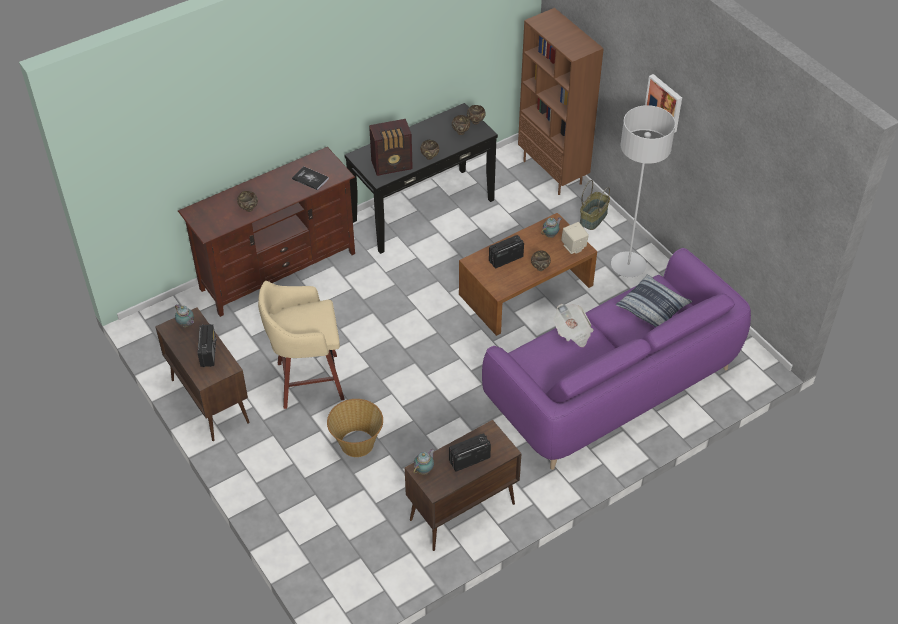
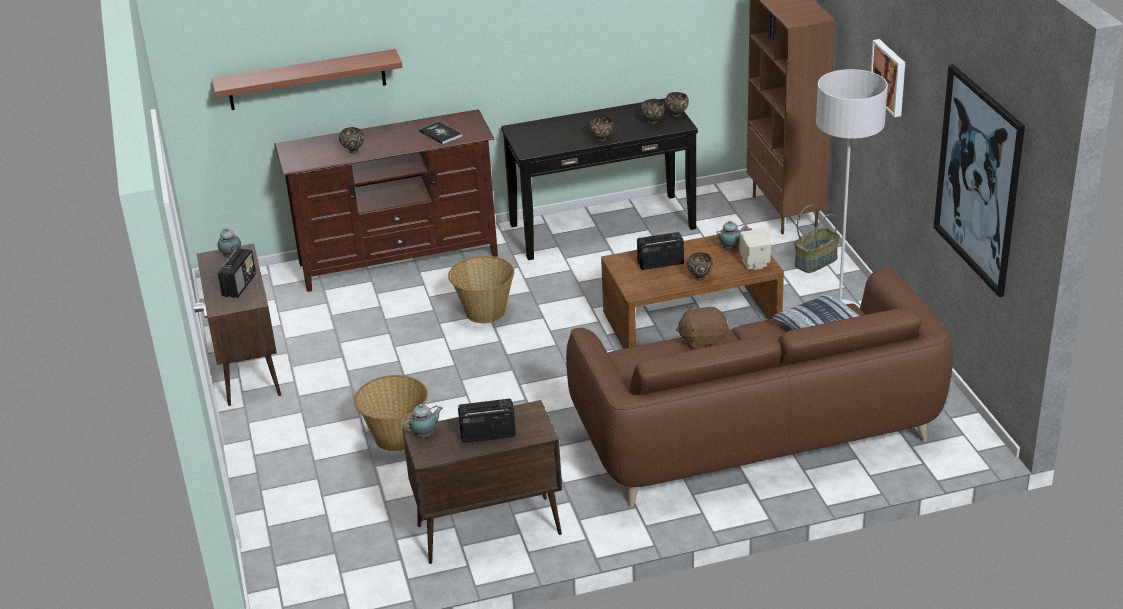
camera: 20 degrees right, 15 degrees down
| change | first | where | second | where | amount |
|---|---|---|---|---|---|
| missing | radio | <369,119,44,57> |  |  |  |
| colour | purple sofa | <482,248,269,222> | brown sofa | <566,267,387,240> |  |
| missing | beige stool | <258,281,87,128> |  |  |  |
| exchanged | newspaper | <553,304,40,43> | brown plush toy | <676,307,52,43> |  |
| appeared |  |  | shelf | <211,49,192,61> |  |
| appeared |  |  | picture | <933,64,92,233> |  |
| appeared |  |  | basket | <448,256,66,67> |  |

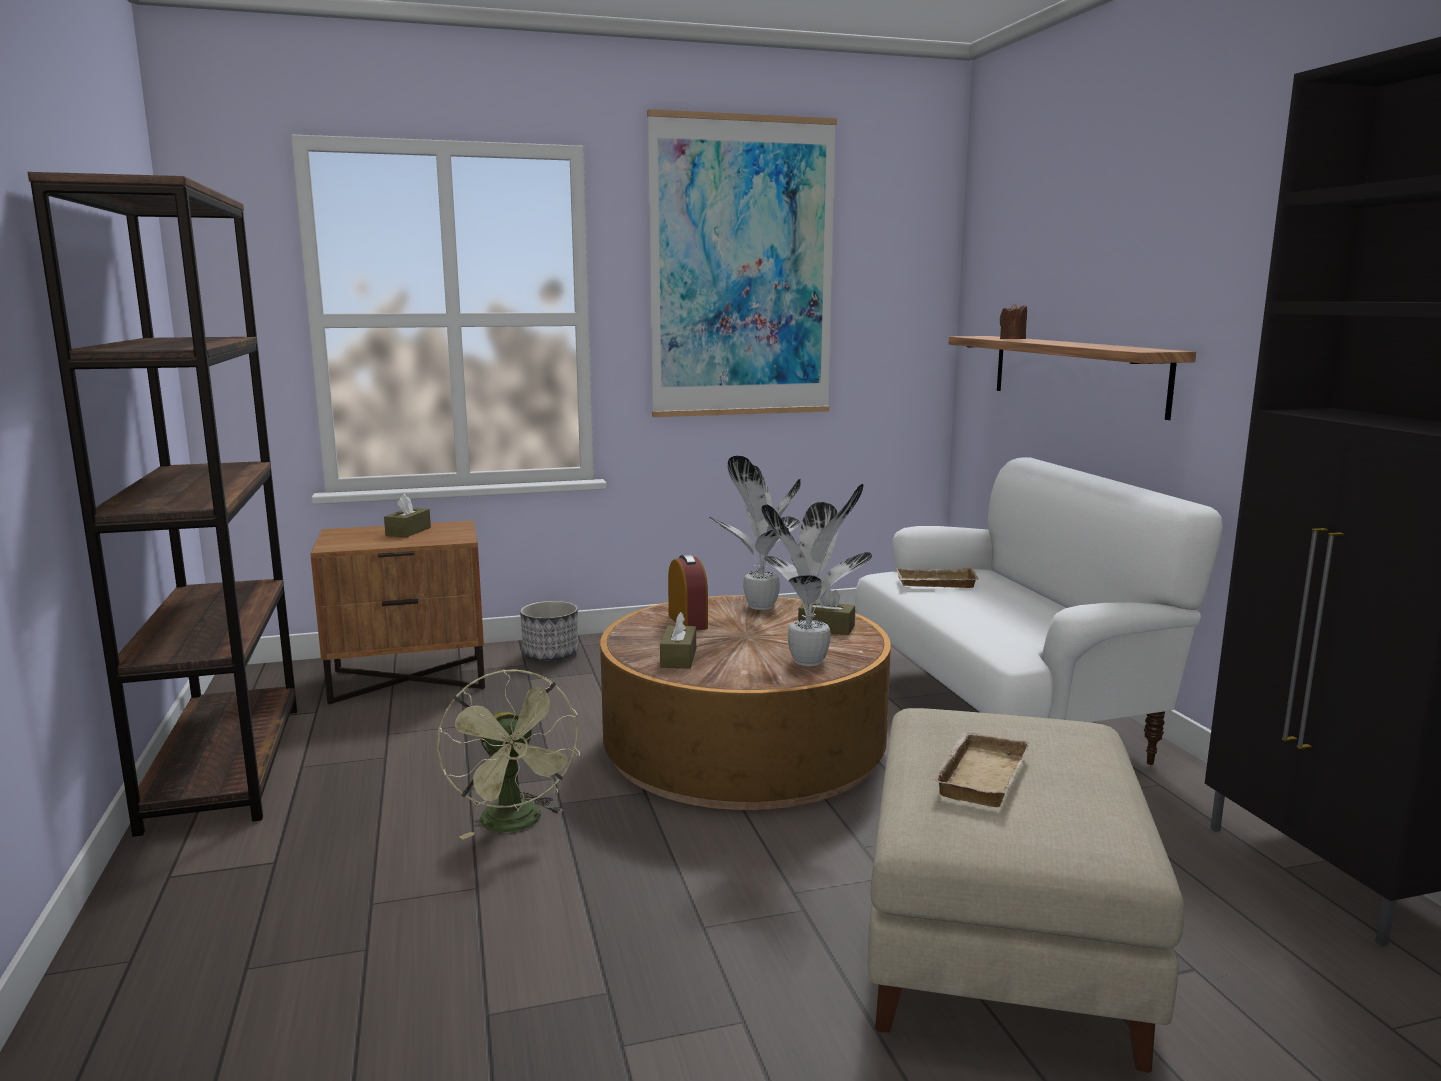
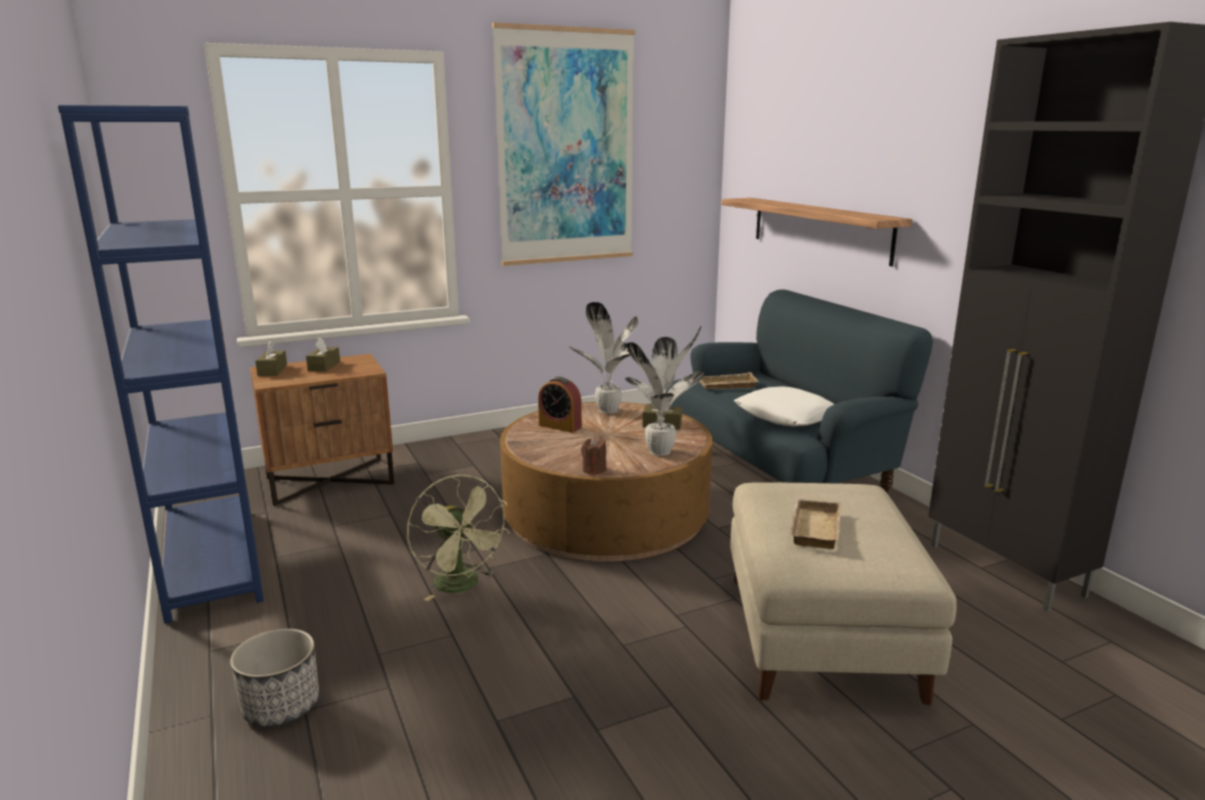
camera: 10 degrees left, 5 degrees up
| change | first | where | second | where | amount |
|---|---|---|---|---|---|
| colour | brown bookcase | <27,172,270,665> | blue bookcase | <58,105,206,519> |  |
| relocated | brown candle | <1000,303,27,36> |  | <581,437,26,38> |  |
| colour | white sofa | <855,457,368,309> | blue sofa | <666,290,267,204> |  |
| spun | alarm clock | <668,554,40,77> |  | <538,377,44,56> | 150 degrees clockwise |
| relocated | planter | <520,601,58,59> |  | <230,628,89,99> |  |
| relocated | brown tissue box | <660,612,36,57> |  | <255,341,32,35> |  |
| appeared |  |  | white pillow | <734,386,100,40> |  |

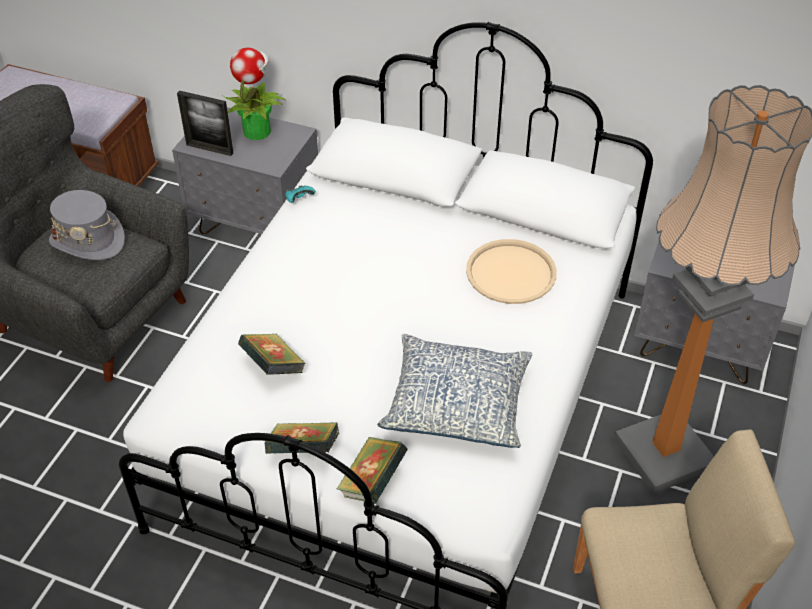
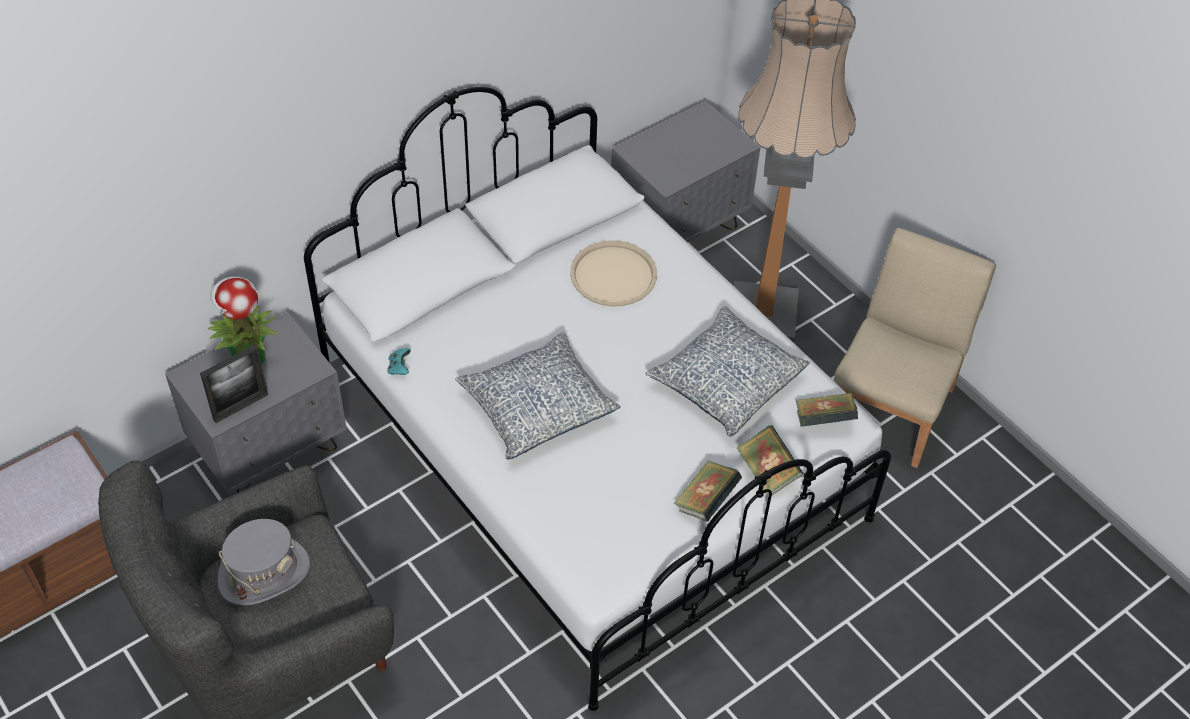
camera: 60 degrees left, 5 degrees up
| change | first | where | second | where | amount |
|---|---|---|---|---|---|
| relocated | book | <238,334,68,41> |  | <796,393,62,34> |  |
| appeared |  |  | pillow | <455,332,166,127> |  |

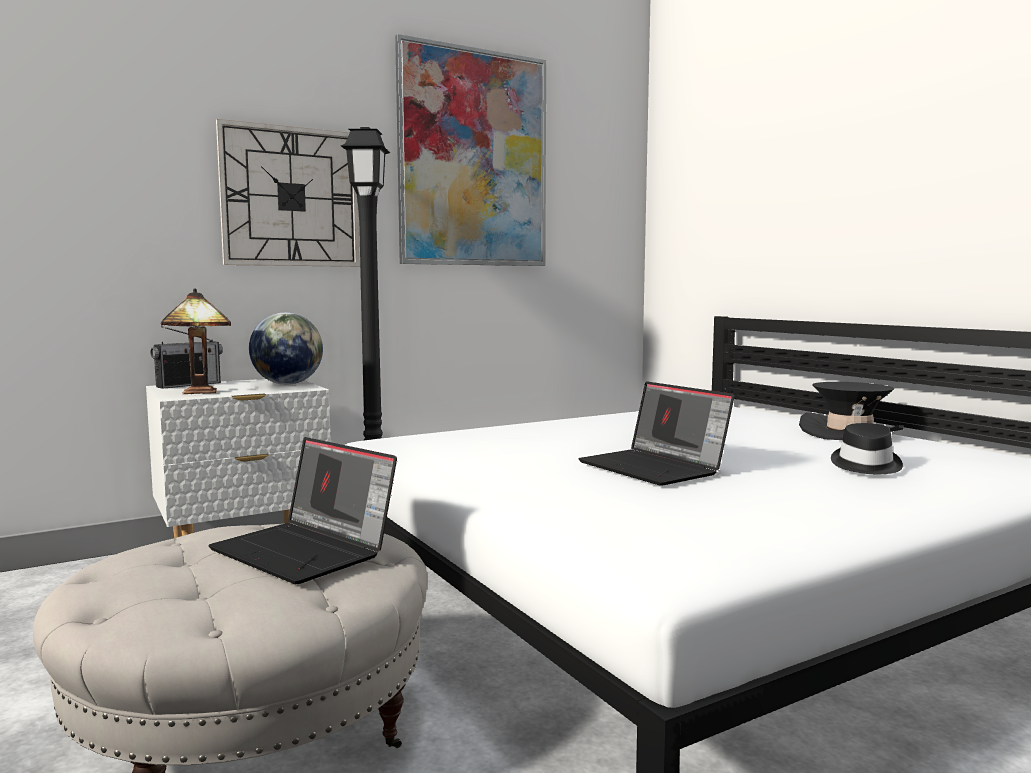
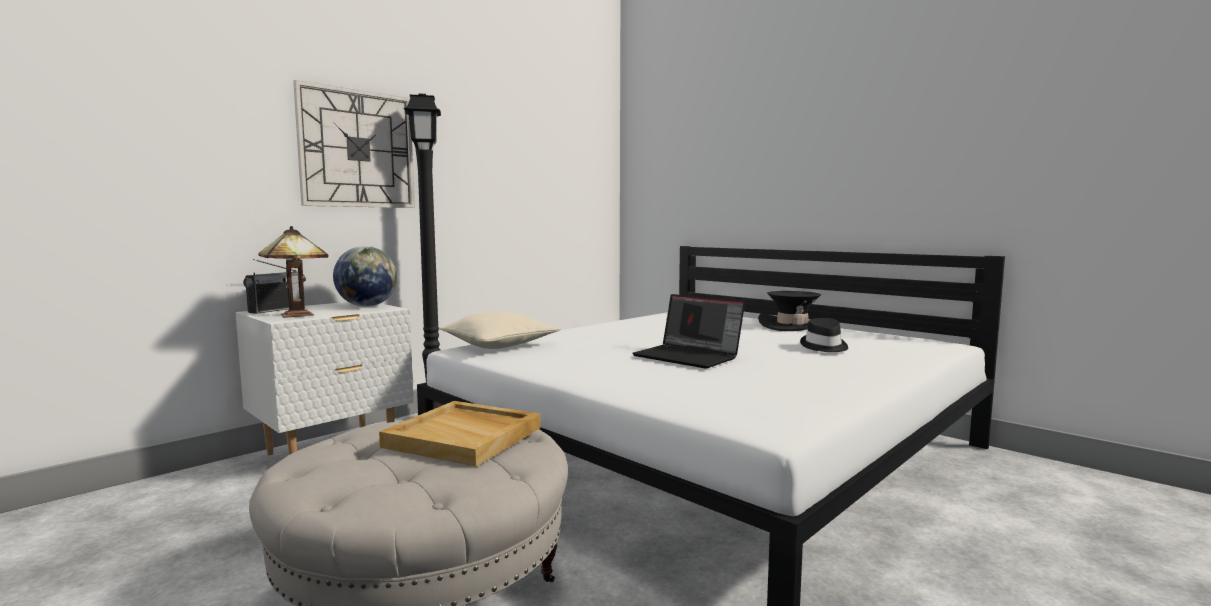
camera: 15 degrees left, 0 degrees up
| change | first | where | second | where | amount |
|---|---|---|---|---|---|
| missing | picture | <395,34,151,232> |  |  |  |
| exchanged | laptop | <208,437,189,147> | beige tray | <379,401,162,66> |  |
| appeared |  |  | beige pillow | <439,312,122,37> |  |

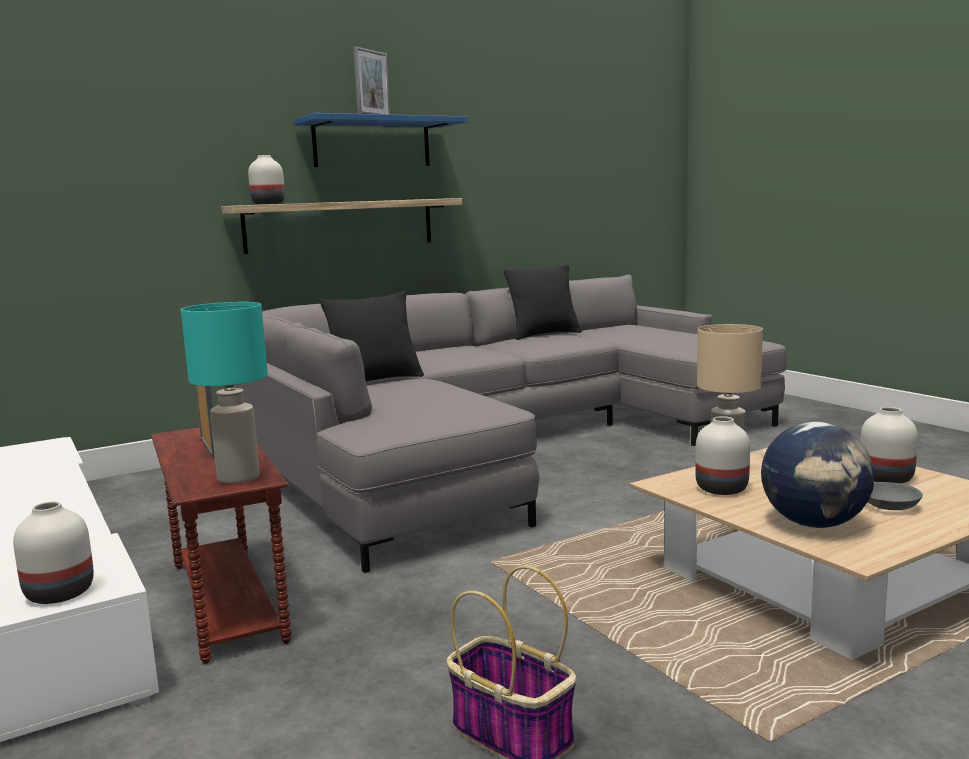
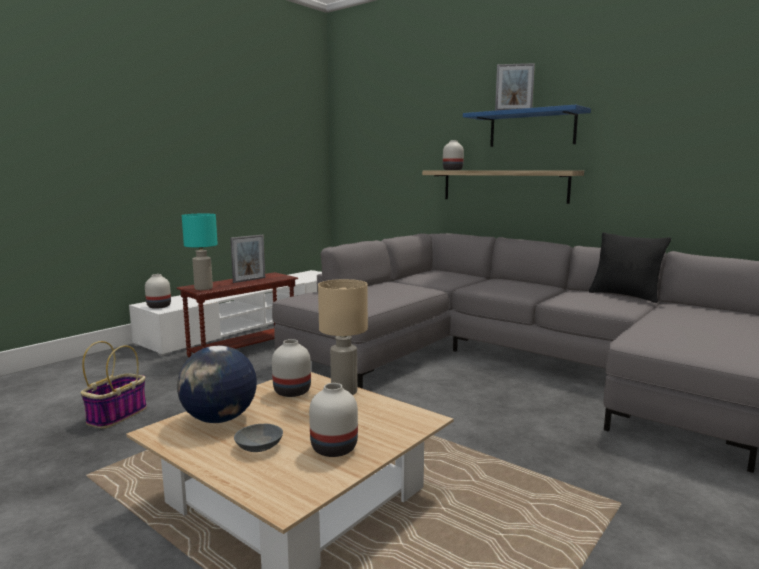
camera: 70 degrees right, 0 degrees up
| change | first | where | second | where | amount |
|---|---|---|---|---|---|
| missing | black pillow | <320,291,104,90> |  |  |  |

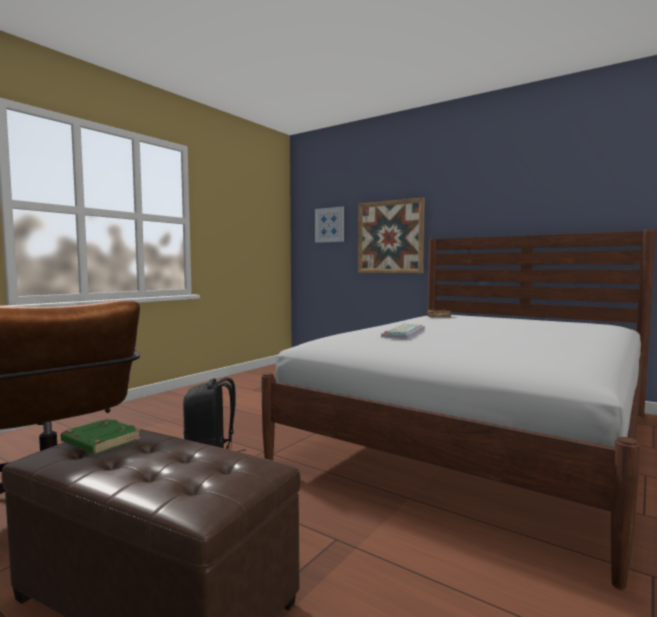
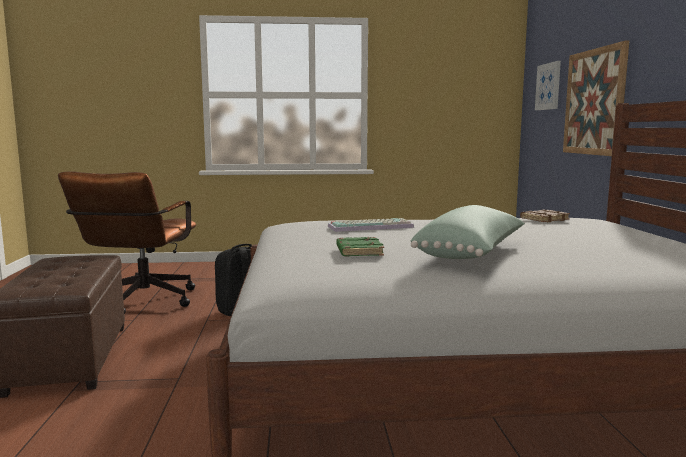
camera: 50 degrees right, 5 degrees up
| change | first | where | second | where | amount |
|---|---|---|---|---|---|
| relocated | green book | <60,419,81,35> |  | <336,237,48,19> |  |
| appeared |  |  | green pillow | <411,205,114,54> |  |

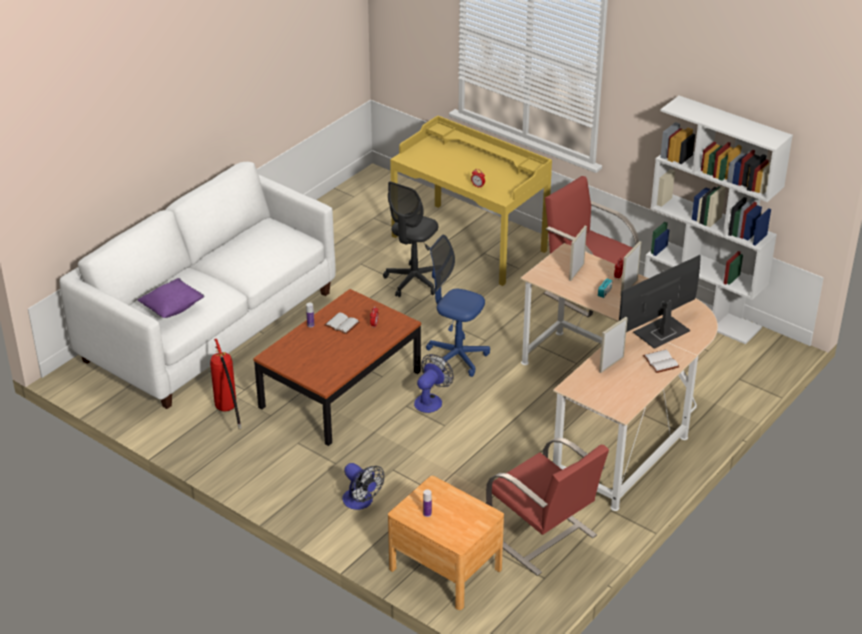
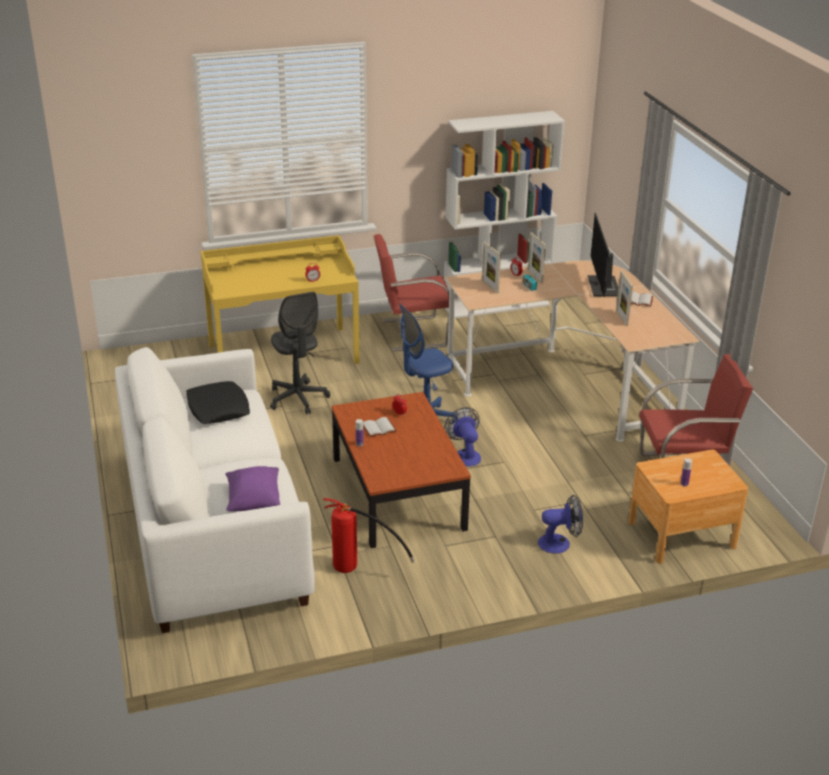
camera: 55 degrees left, 5 degrees down
| change | first | where | second | where | amount |
|---|---|---|---|---|---|
| appeared |  |  | black pillow | <186,381,64,43> |  |

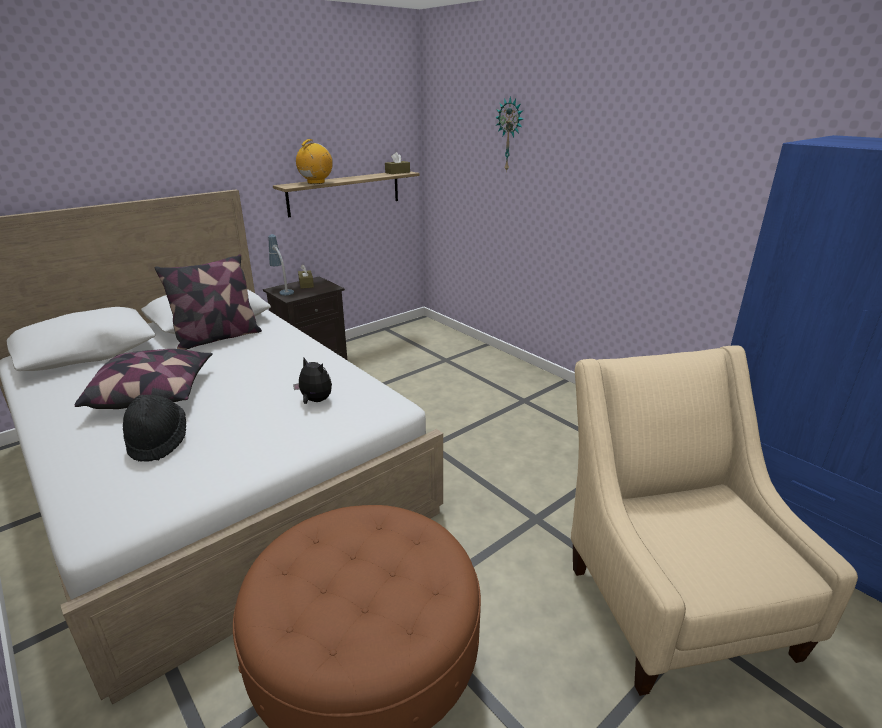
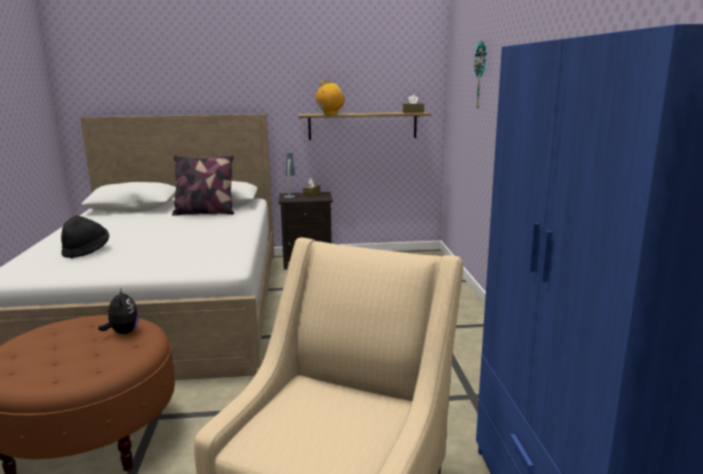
camera: 35 degrees right, 10 degrees down
| change | first | where | second | where | amount |
|---|---|---|---|---|---|
| missing | pillow | <75,349,138,60> |  |  |  |
| relocated | plush toy | <293,358,39,46> |  | <98,287,41,47> |  |

